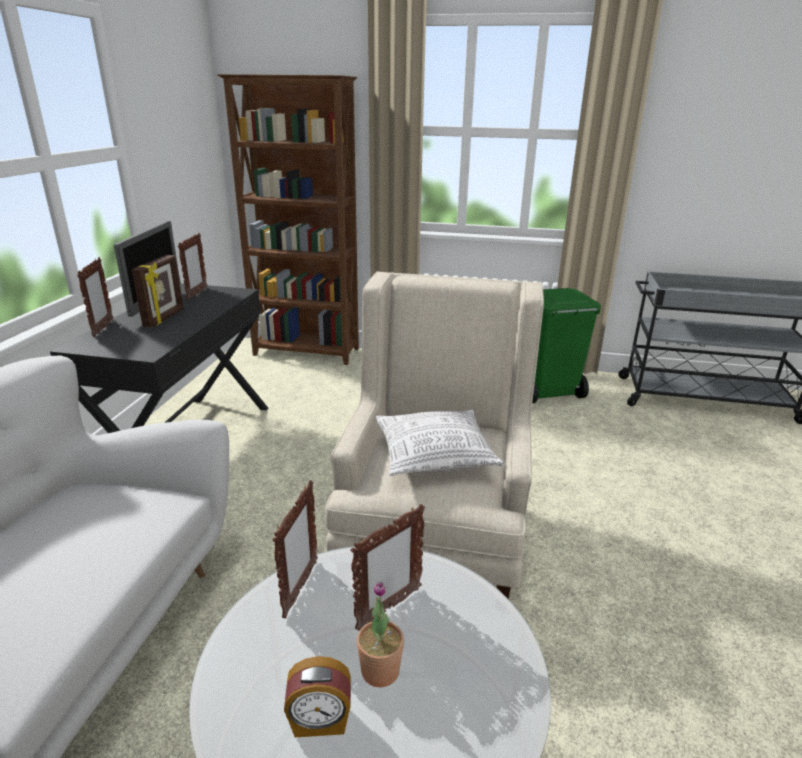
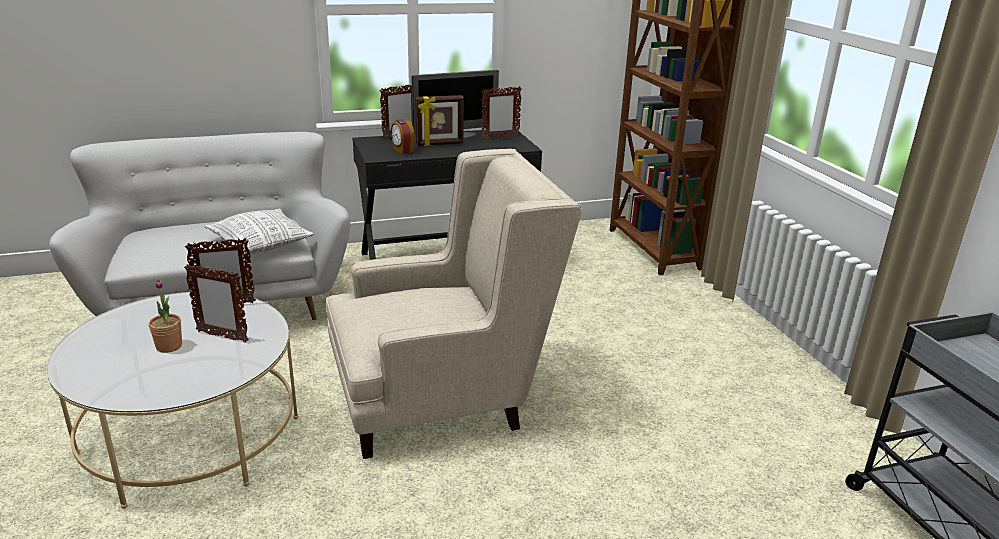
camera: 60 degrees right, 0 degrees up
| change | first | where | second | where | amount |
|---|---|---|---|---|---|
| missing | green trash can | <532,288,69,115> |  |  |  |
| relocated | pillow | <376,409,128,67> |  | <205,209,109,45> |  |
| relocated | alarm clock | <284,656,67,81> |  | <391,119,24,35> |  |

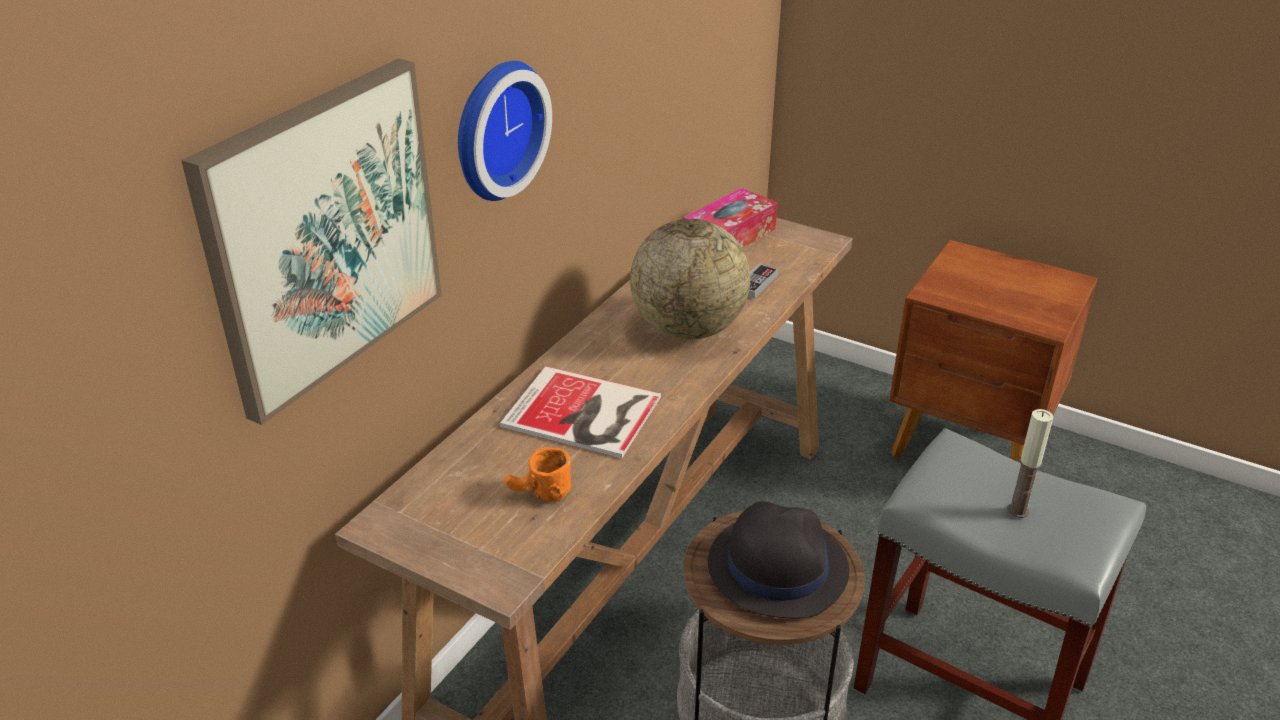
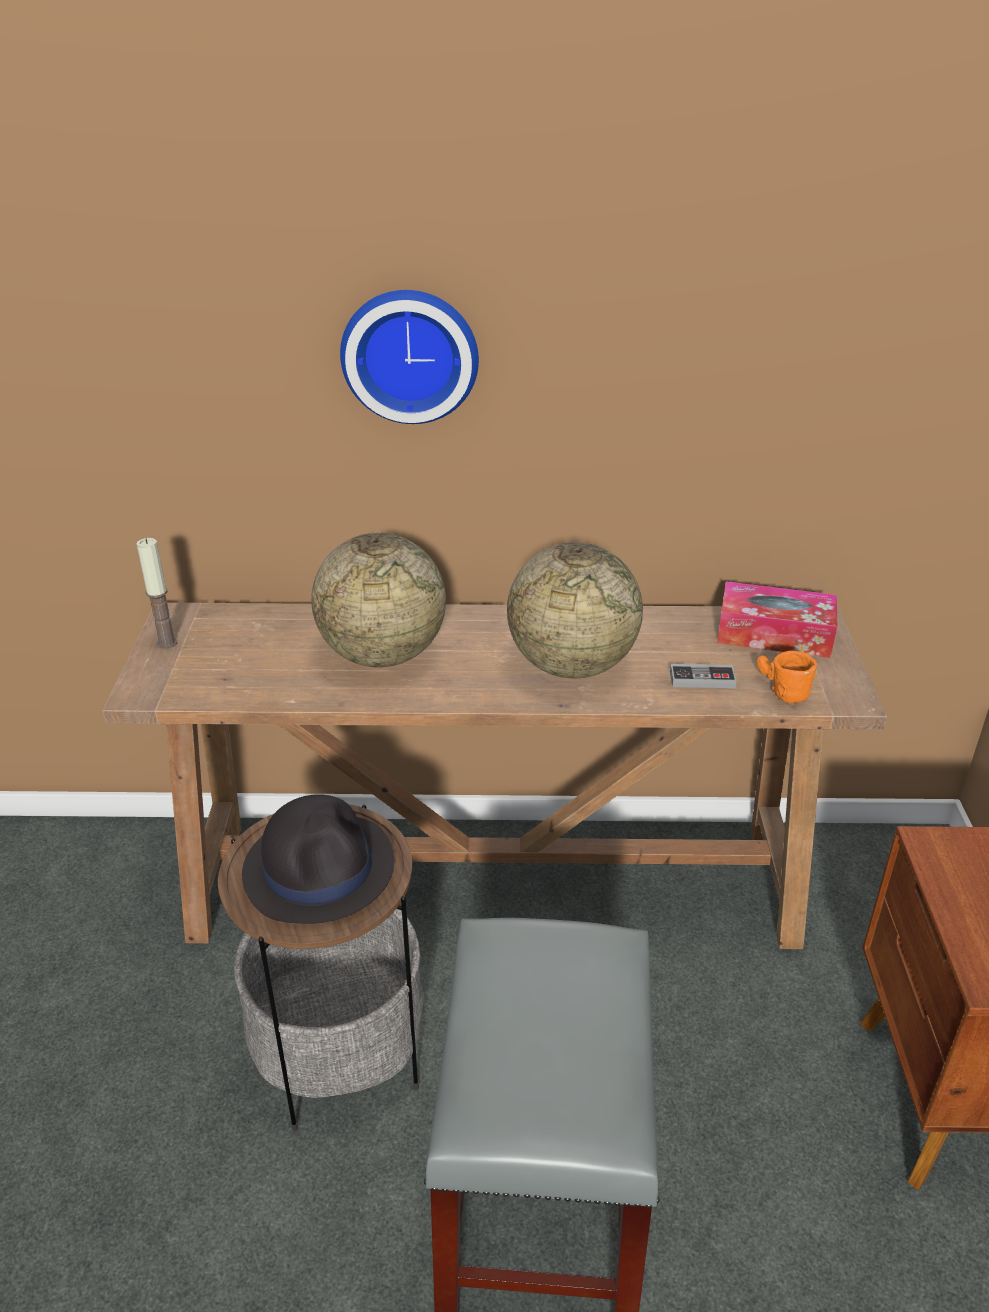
camera: 60 degrees right, 0 degrees up
| change | first | where | second | where | amount |
|---|---|---|---|---|---|
| missing | picture | <181,59,261,366> |  |  |  |
| exchanged | book | <500,366,161,92> | globe | <311,533,135,134> |  |
| relocated | candle | <1007,409,46,109> |  | <137,538,40,111> |  |
| relocated | orange mug | <505,447,66,55> |  | <757,651,60,52> |  |

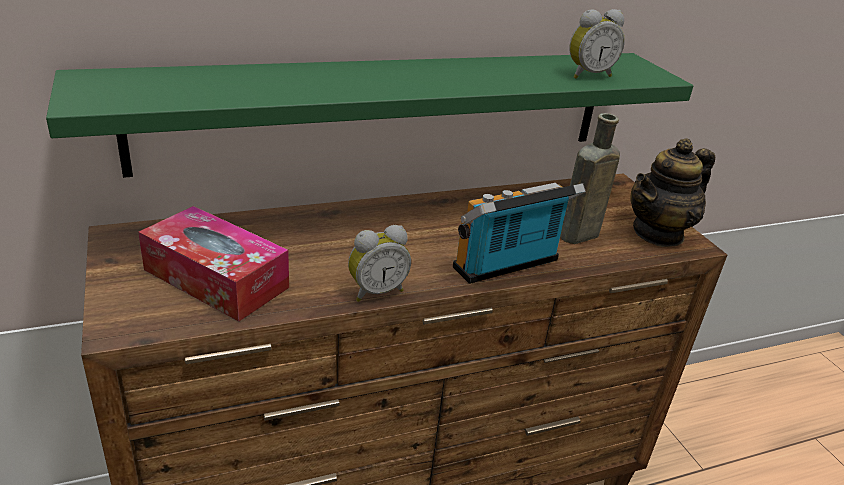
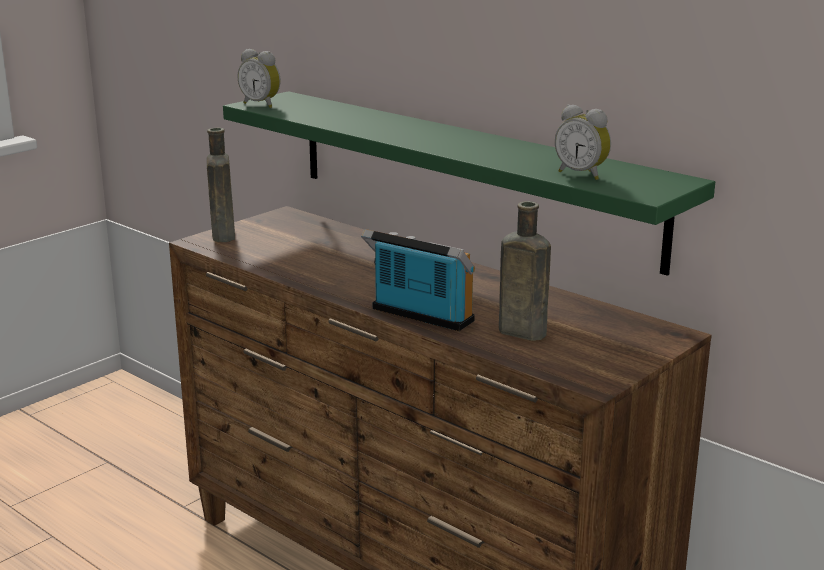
camera: 65 degrees right, 10 degrees down
| change | first | where | second | where | amount |
|---|---|---|---|---|---|
| missing | teapot | <630,138,85,109> |  |  |  |
| missing | tissue box | <138,206,151,116> |  |  |  |
| relocated | alarm clock | <348,225,63,77> |  | <238,49,43,59> |  |
| appeared |  |  | brown bottle | <207,128,28,114> |  |

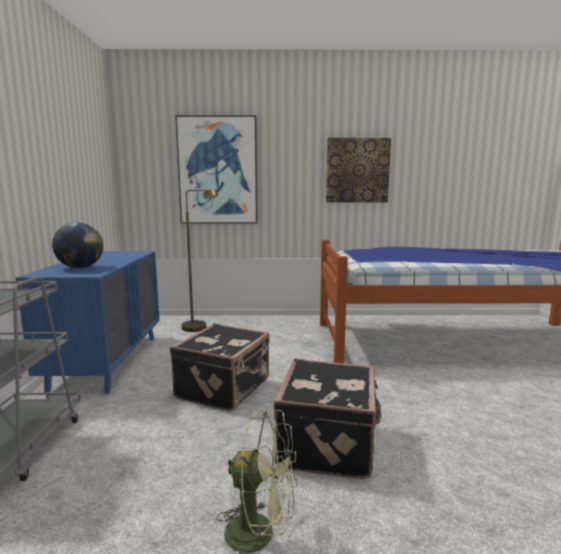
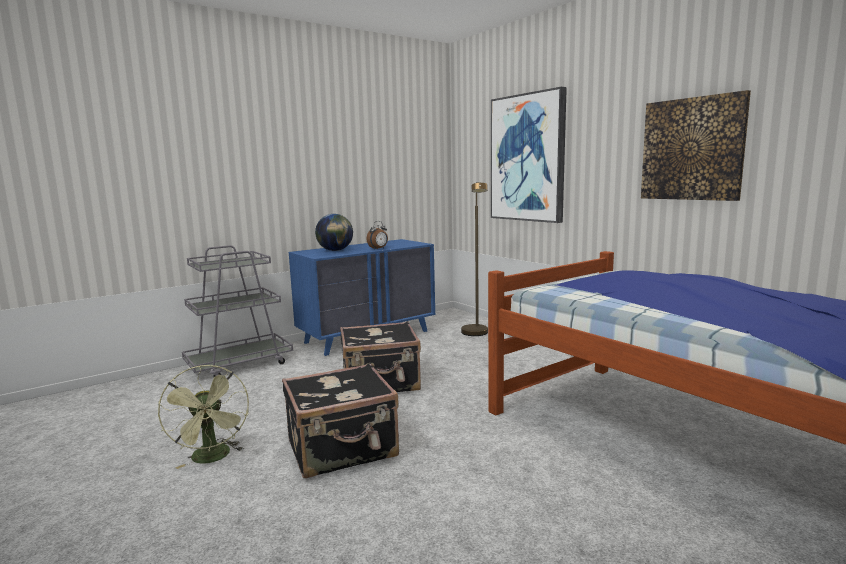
camera: 55 degrees right, 0 degrees up
| change | first | where | second | where | amount |
|---|---|---|---|---|---|
| appeared |  |  | alarm clock | <367,221,21,29> |  |

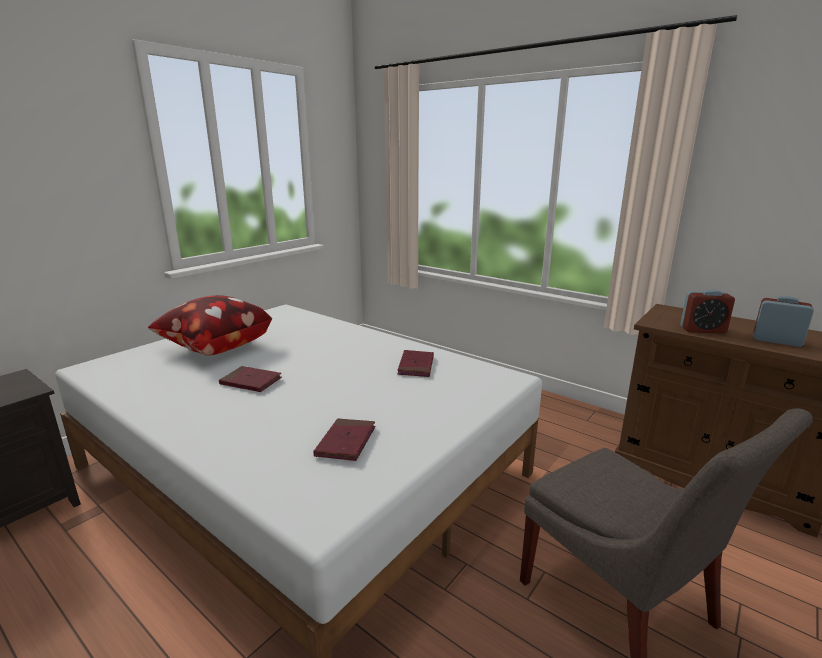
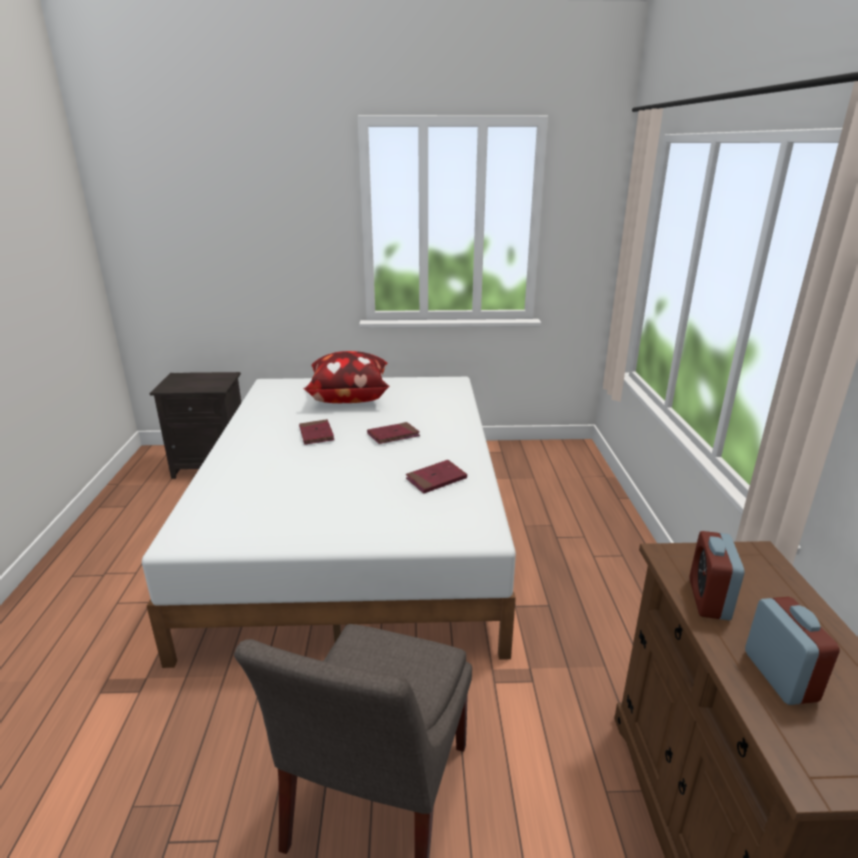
camera: 50 degrees right, 5 degrees up
| change | first | where | second | where | amount |
|---|---|---|---|---|---|
| spun | alarm clock | <680,289,55,45> |  | <689,531,56,89> | 45 degrees clockwise |
| relocated | red book | <313,418,62,43> |  | <367,422,53,22> |  |

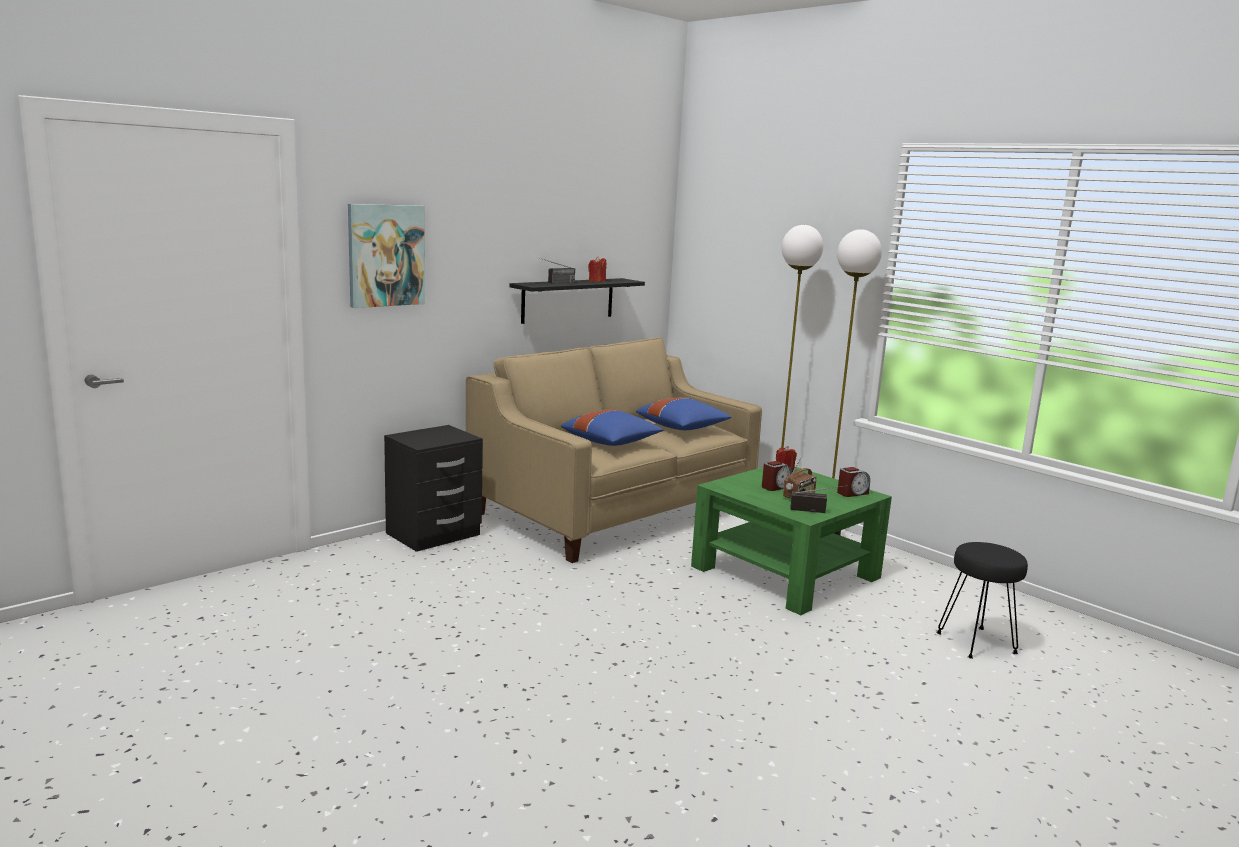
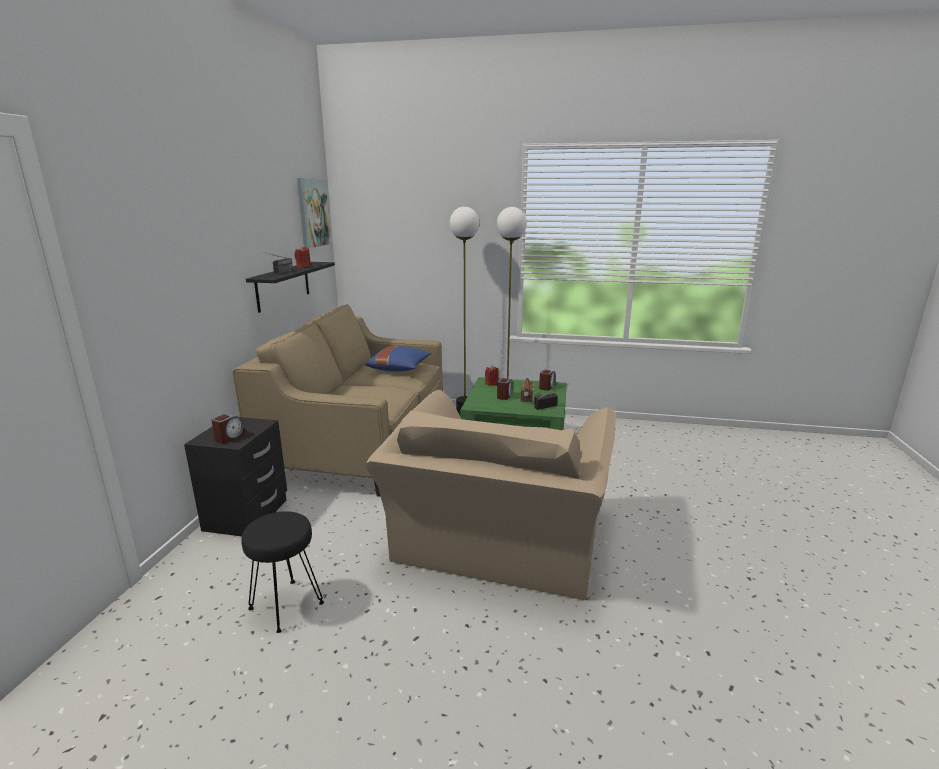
camera: 35 degrees left, 5 degrees up
| change | first | where | second | where | amount |
|---|---|---|---|---|---|
| relocated | picture | <348,204,77,104> |  | <297,178,34,70> |  |
| missing | blue pillow | <561,410,102,36> |  |  |  |
| relocated | black stool | <936,542,92,117> |  | <241,511,83,122> |  |
| appeared |  |  | beige armchair | <366,390,250,210> |  |
| appeared |  |  | alarm clock | <211,414,34,30> |  |

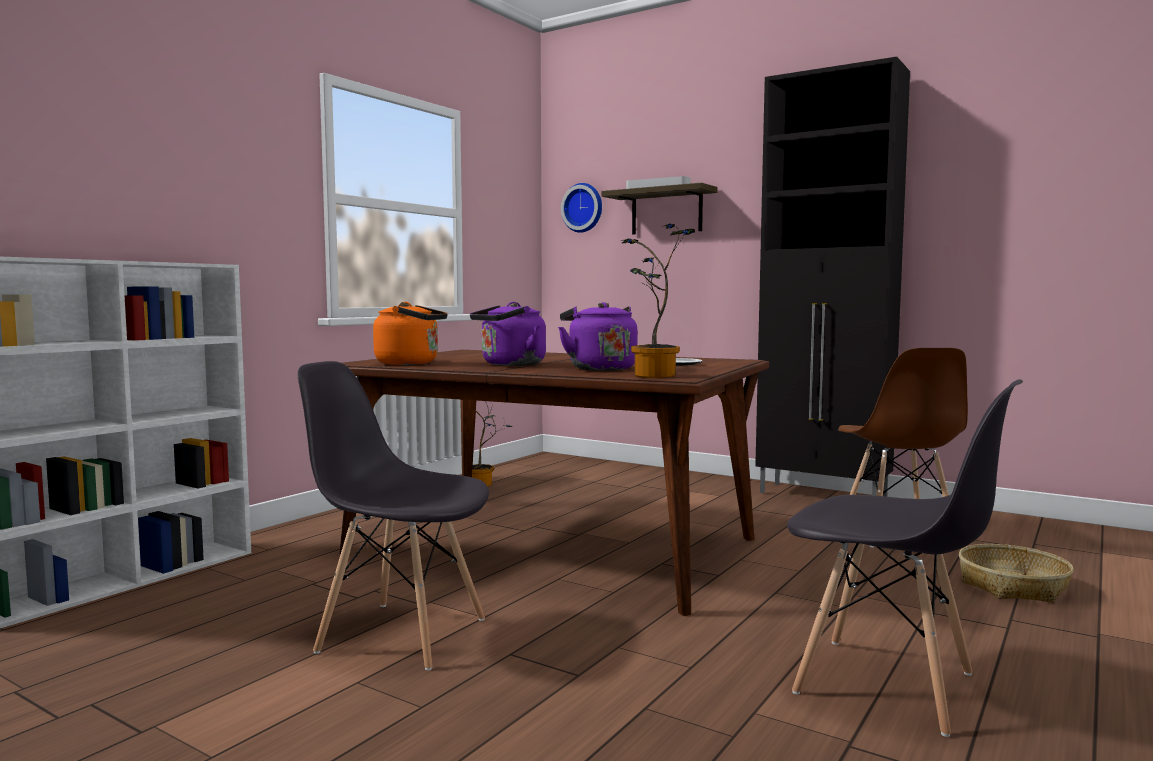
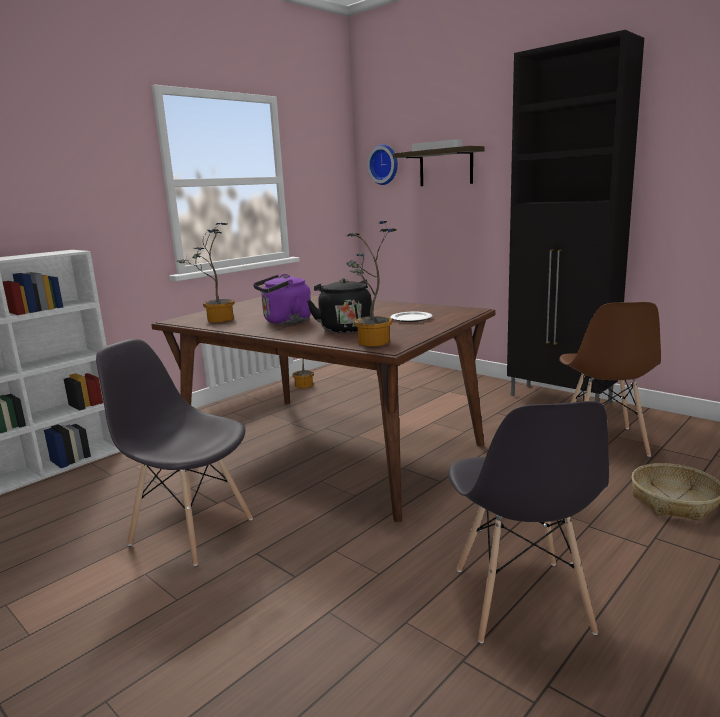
camera: 10 degrees right, 10 degrees up
| change | first | where | second | where | amount |
|---|---|---|---|---|---|
| exchanged | orange kettle | <373,302,75,63> | potted plant | <177,223,57,100> |  |
| colour | purple kettle | <558,302,80,69> | black kettle | <307,278,65,55> |  |
| spun | grey chair | <787,379,236,358> |  | <448,401,161,242> | 45 degrees clockwise |

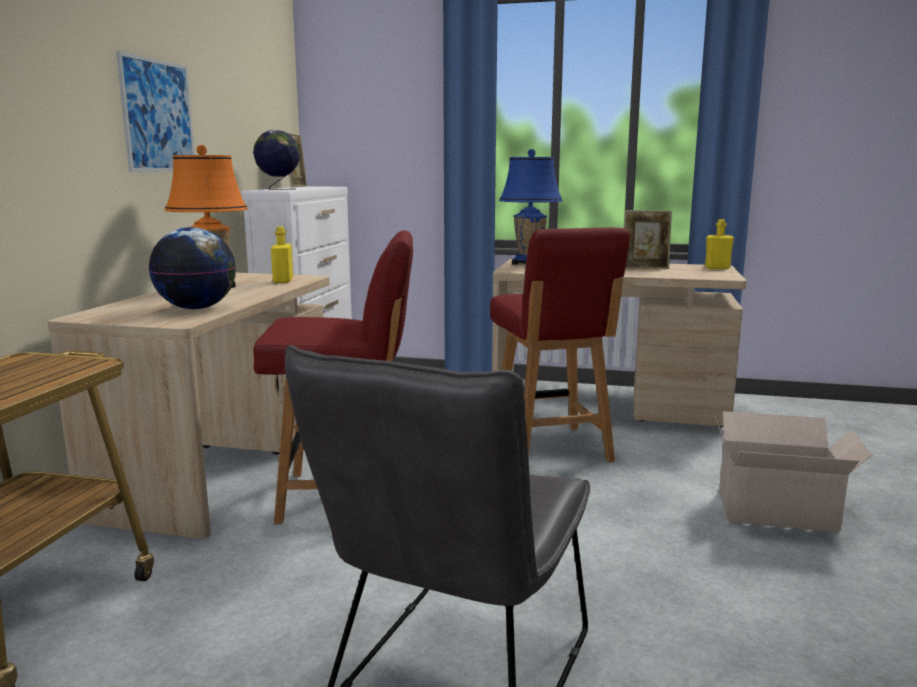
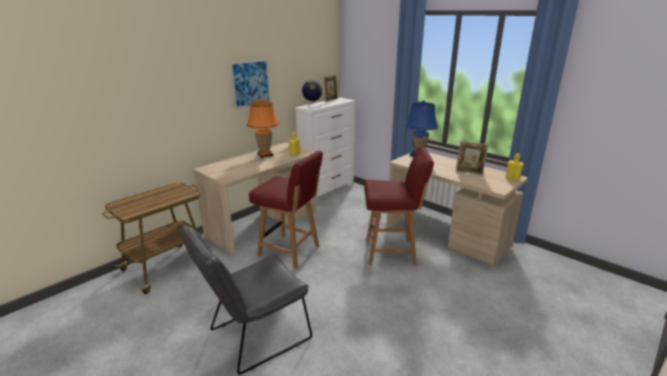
camera: 30 degrees right, 10 degrees up
| change | first | where | second | where | amount |
|---|---|---|---|---|---|
| missing | globe | <149,227,87,82> |  |  |  |
| spun | red chair | <490,227,140,235> |  | <364,147,70,118> | 105 degrees counterclockwise |
| missing | cardboard box | <715,411,158,122> |  |  |  |

